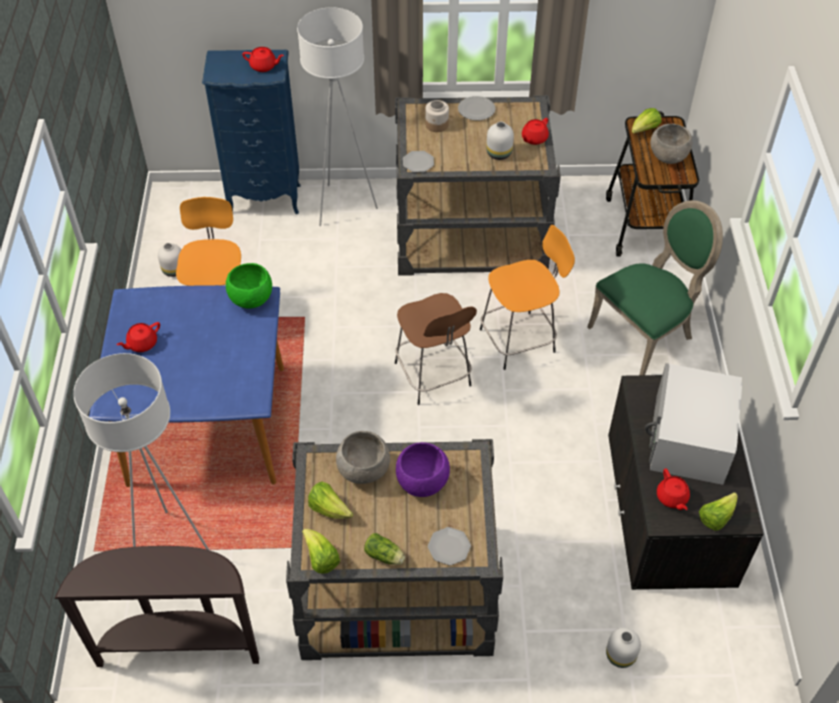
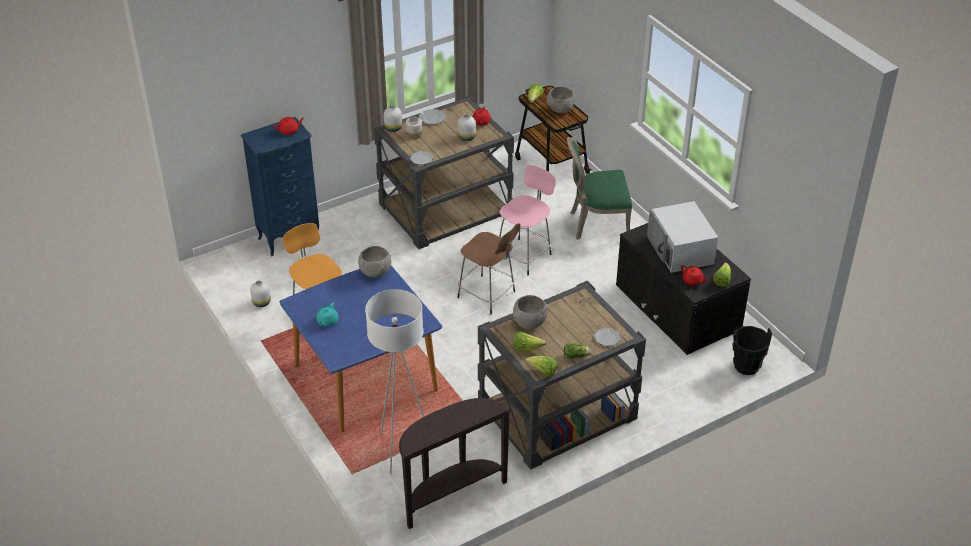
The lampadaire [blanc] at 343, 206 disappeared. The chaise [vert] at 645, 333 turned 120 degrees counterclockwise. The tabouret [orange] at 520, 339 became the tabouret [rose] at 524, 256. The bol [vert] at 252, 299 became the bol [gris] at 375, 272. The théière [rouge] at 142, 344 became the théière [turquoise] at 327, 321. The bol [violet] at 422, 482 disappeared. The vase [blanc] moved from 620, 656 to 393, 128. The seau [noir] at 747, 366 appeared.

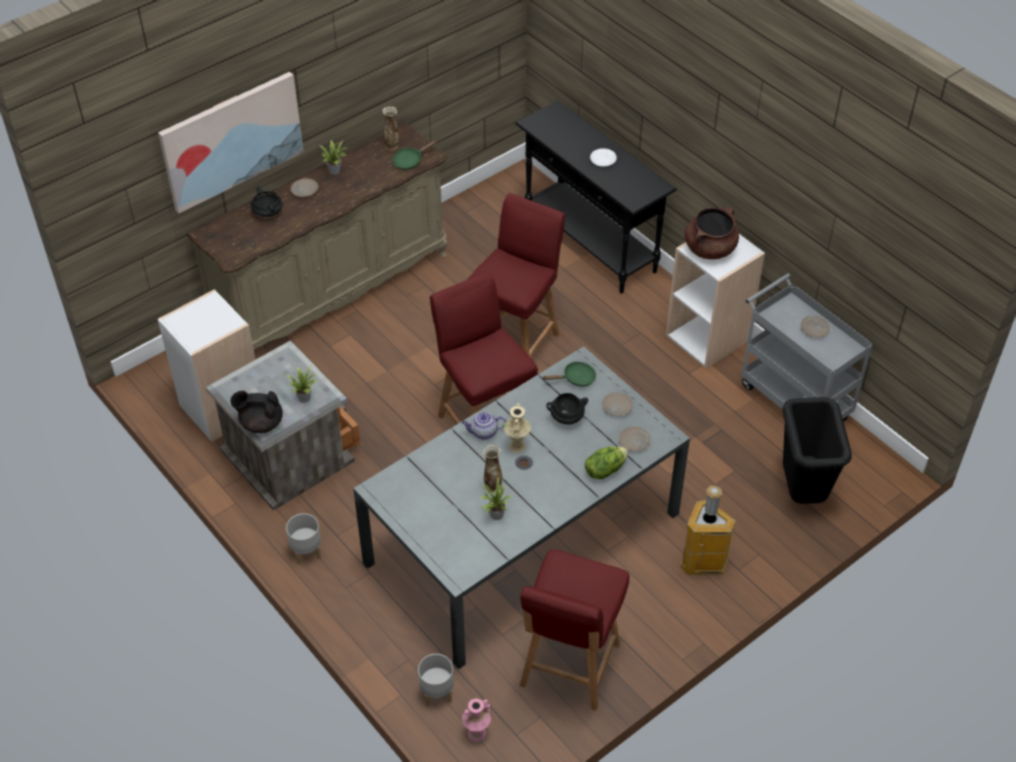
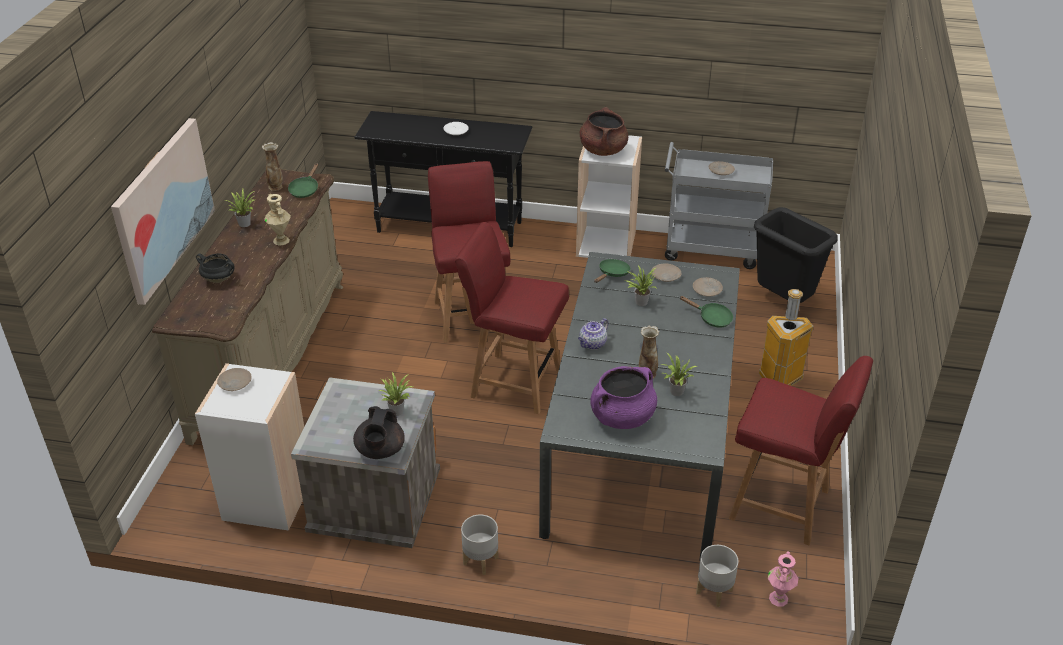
The assiette [beige] moved from 304, 191 to 235, 383. The théière [noir] at 261, 423 turned 45 degrees counterclockwise. The marmite [noir] at 566, 418 was replaced by the plante en pot at 640, 301. The vase [beige] moved from 517, 446 to 281, 240. The laitue at 604, 470 was replaced by the poêle [vert] at 711, 318. The chaise [rouge] at 569, 667 turned 45 degrees counterclockwise. The marmite [violet] at 622, 417 appeared.

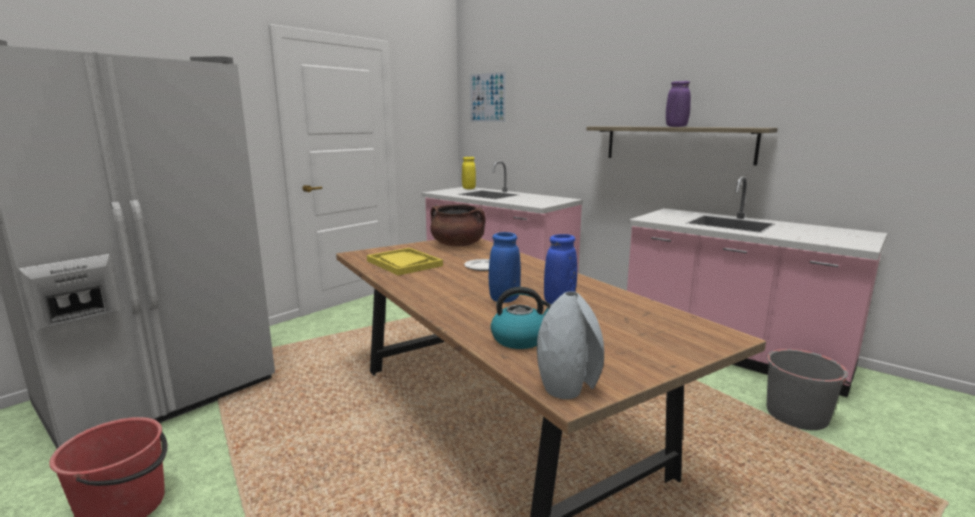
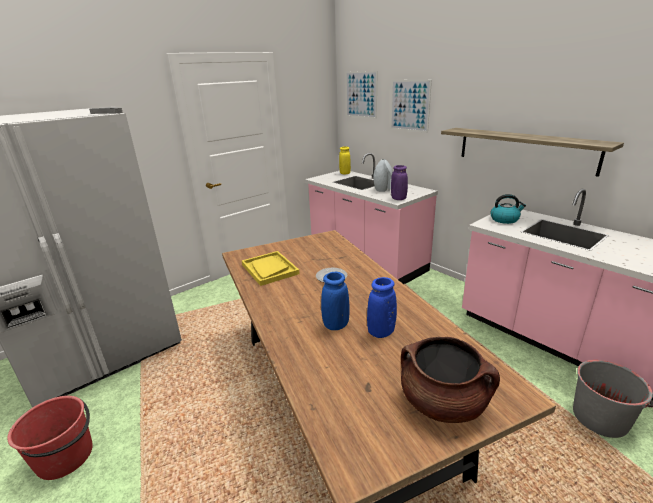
The vase [violet] moved from 676, 126 to 398, 199. The marmite [marron] moved from 458, 245 to 443, 403. The bouilloire moved from 520, 339 to 504, 219. The vase [gris] moved from 568, 387 to 383, 190. The tableau at 409, 105 appeared.

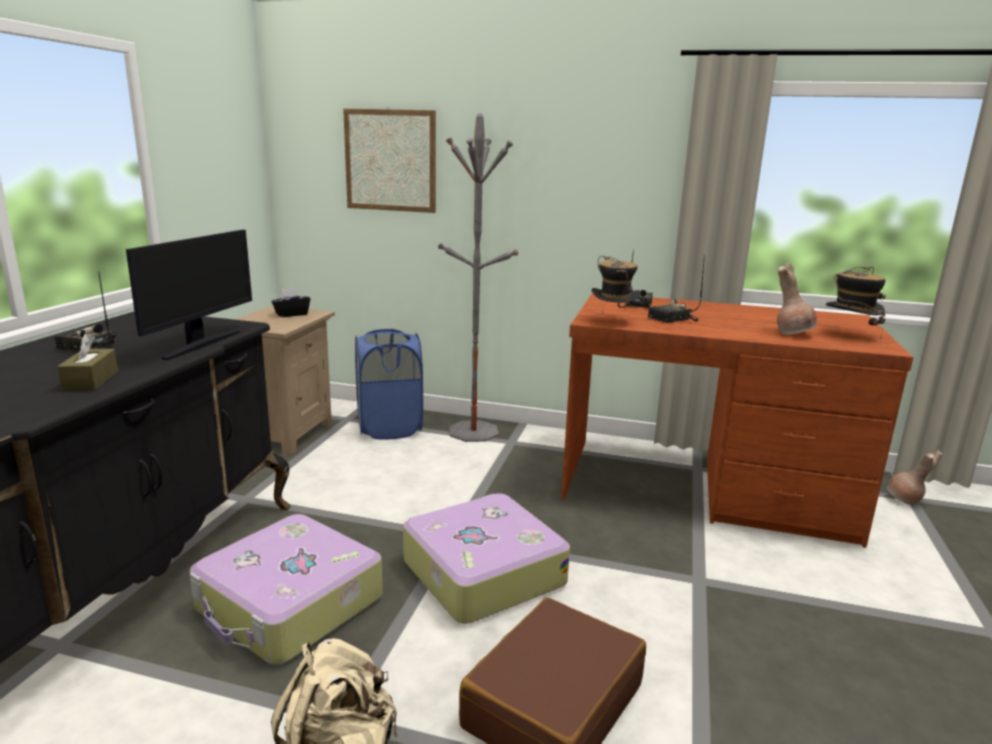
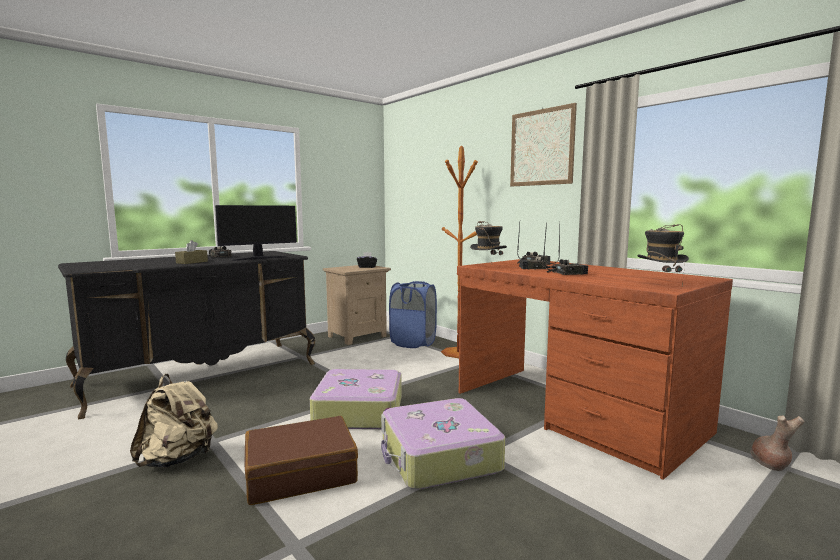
The tableau moved from 390, 159 to 542, 146. The portant [gris] at 473, 431 became the portant [orange] at 458, 352. The vase [marron] at 792, 333 disappeared. The valise moved from 289, 605 to 439, 457. The radio at 567, 273 appeared.

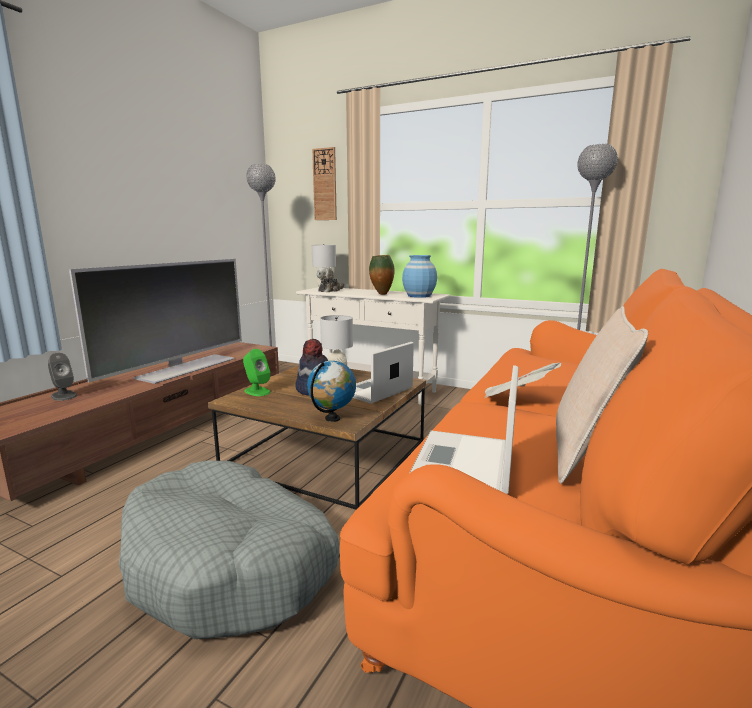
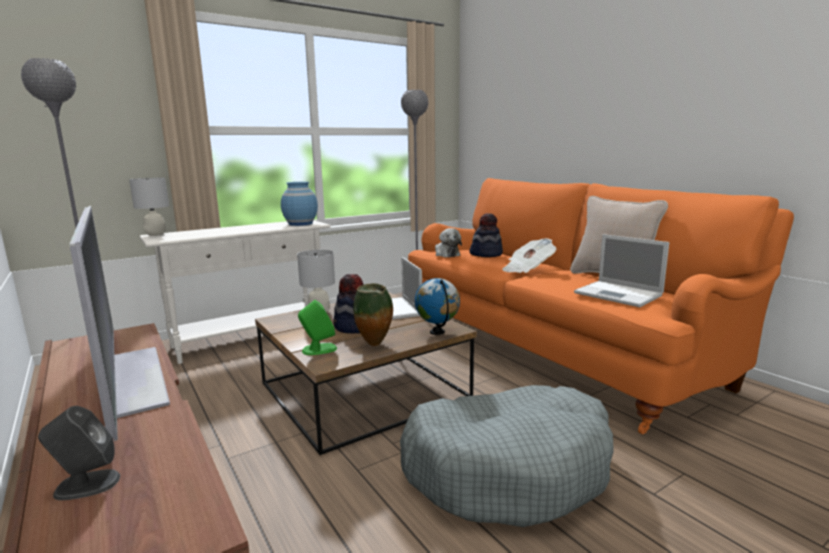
The horloge murale at 325, 184 disappeared. The vase moved from 381, 294 to 375, 345. The peluche moved from 330, 290 to 446, 254. The chapeau at 486, 254 appeared.

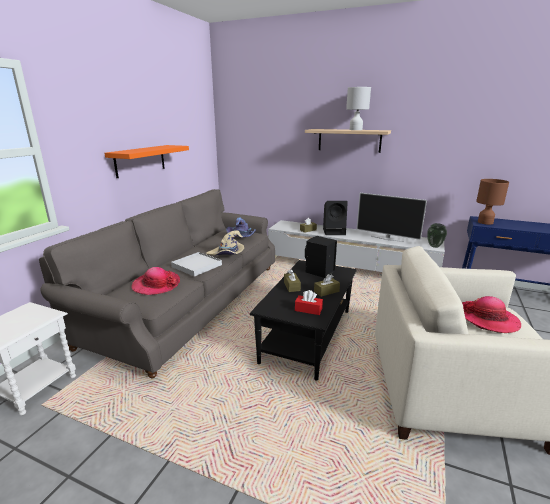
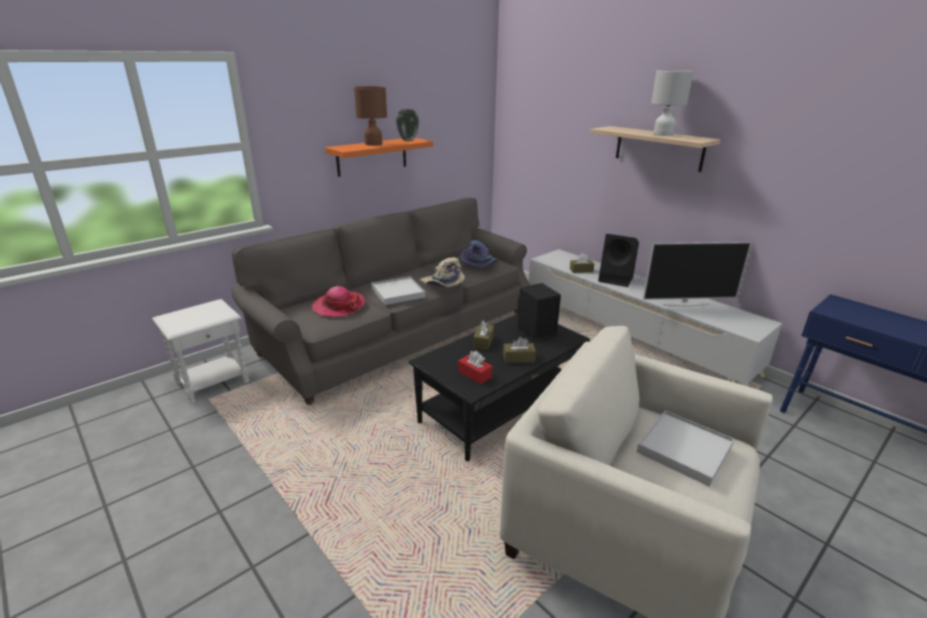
The lampe de table [marron] moved from 485, 222 to 373, 144. The téléviseur at 387, 238 turned 60 degrees counterclockwise. The vase moved from 434, 246 to 407, 140. The chapeau at 487, 318 was replaced by the plateau [blanc] at 684, 450.

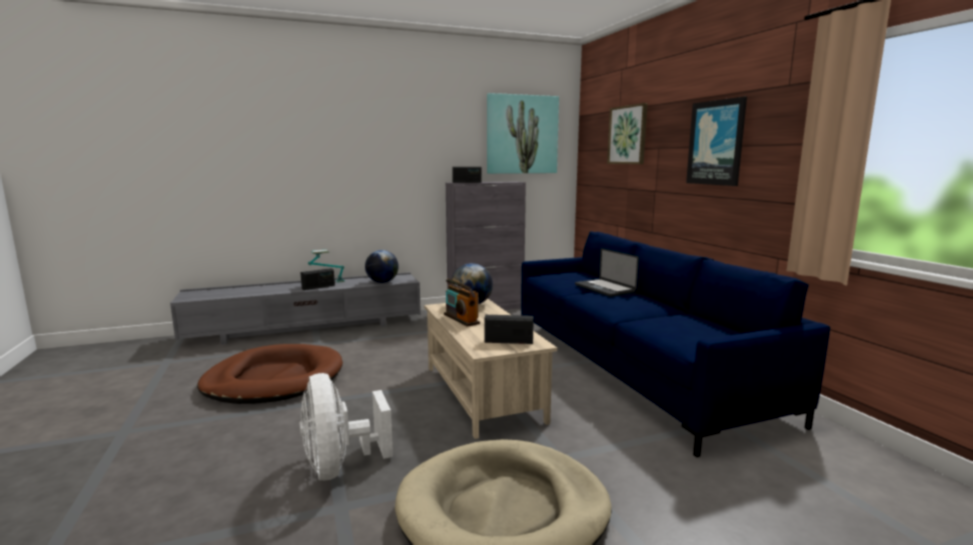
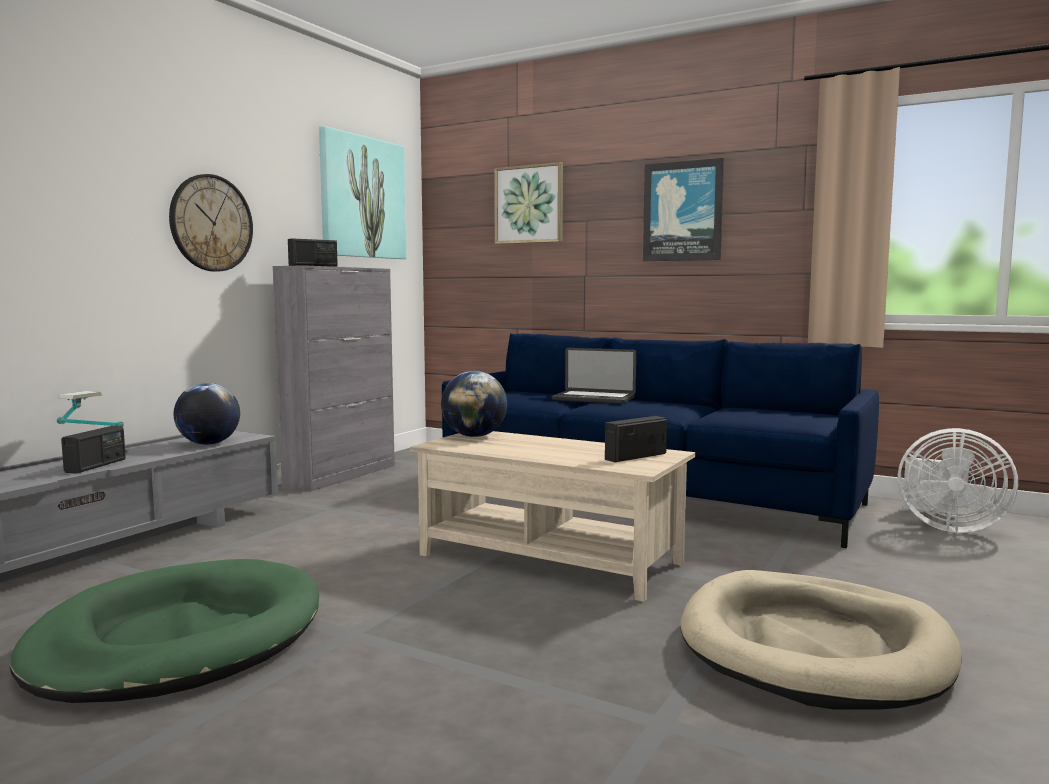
The radio at 461, 319 disappeared. The panier pour chien [marron] at 274, 380 became the panier pour chien [vert] at 178, 639. The ventilateur [blanc] moved from 340, 466 to 947, 527. The horloge murale at 211, 223 appeared.

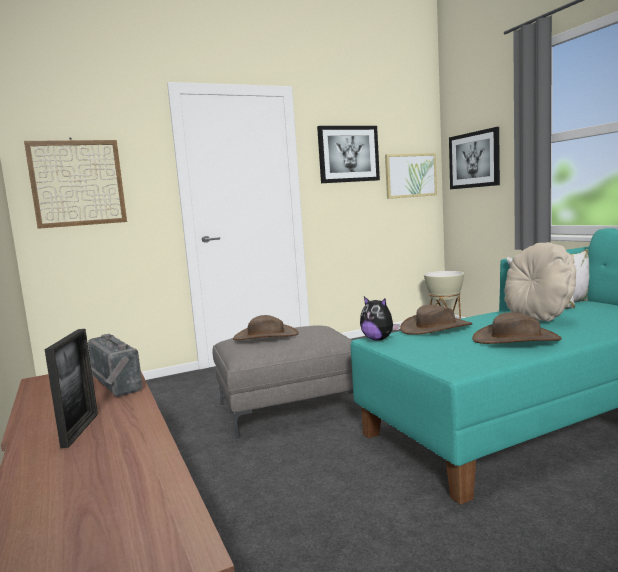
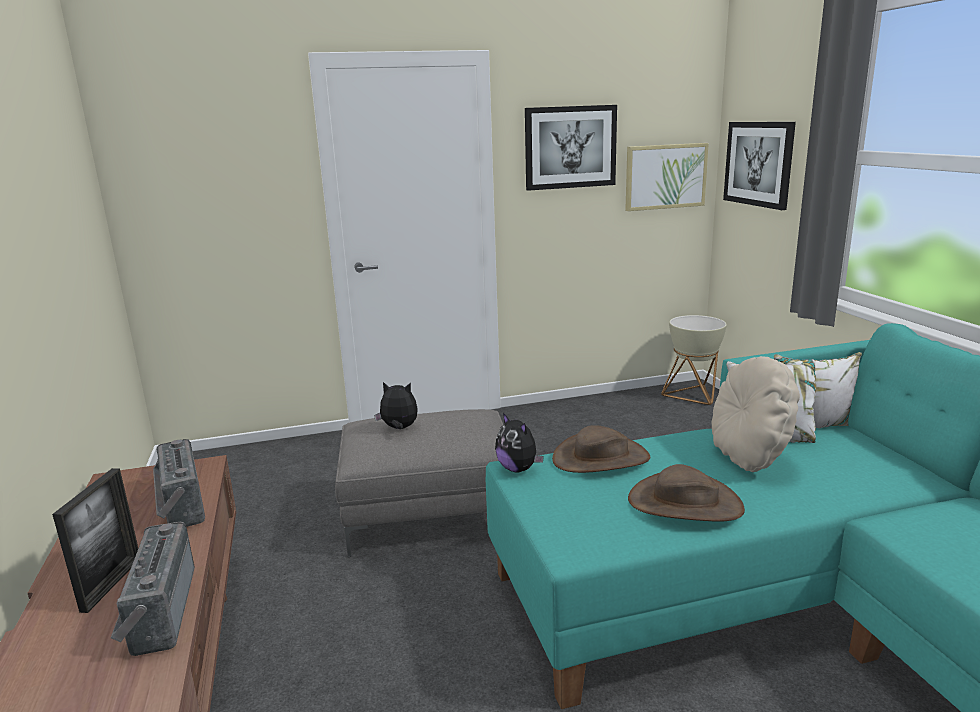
The tableau at 77, 181 disappeared. The chapeau [marron] at 265, 336 was replaced by the peluche at 399, 428. The radio at 157, 611 appeared.

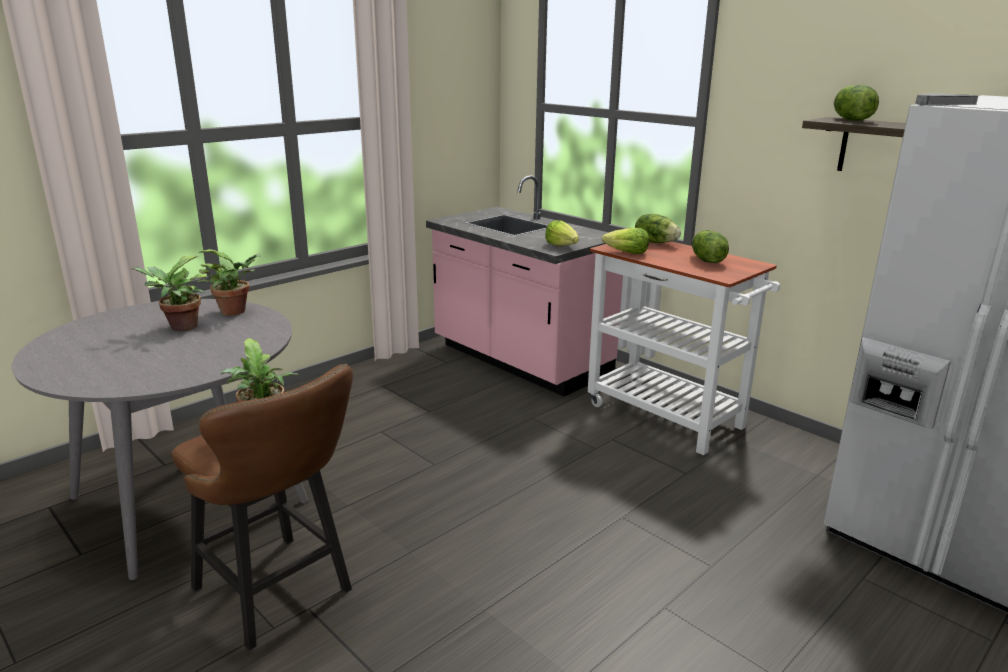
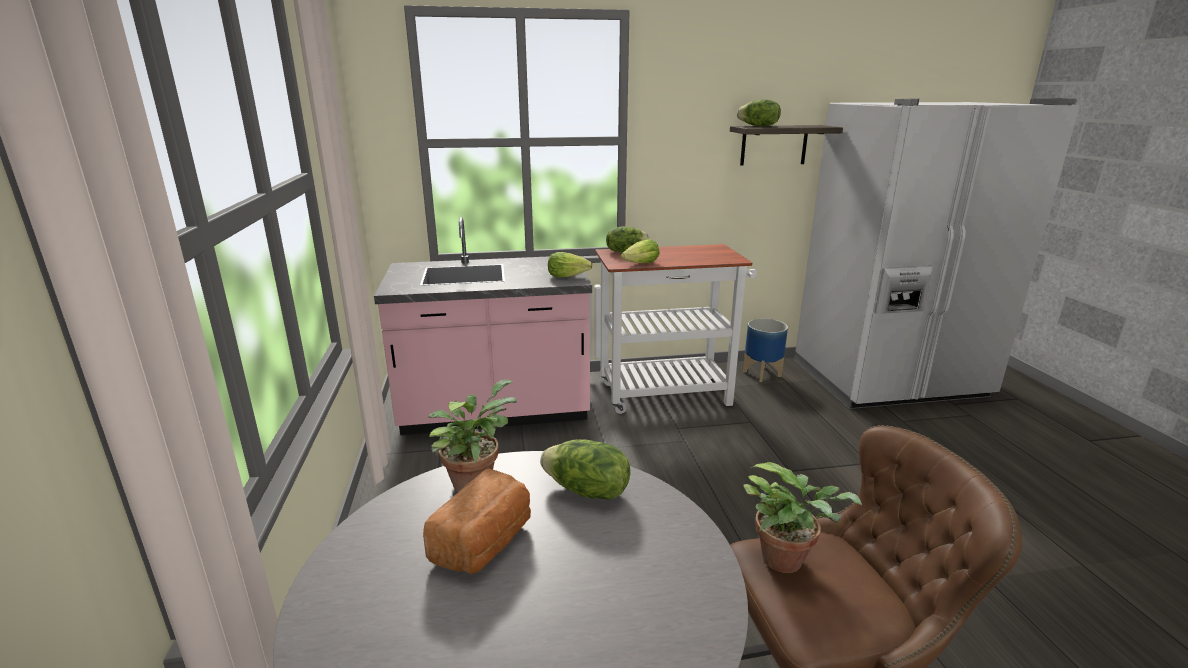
The laitue moved from 706, 260 to 587, 491. The plante en pot at 180, 327 was replaced by the pain at 485, 543. The cache-pot at 762, 374 appeared.

